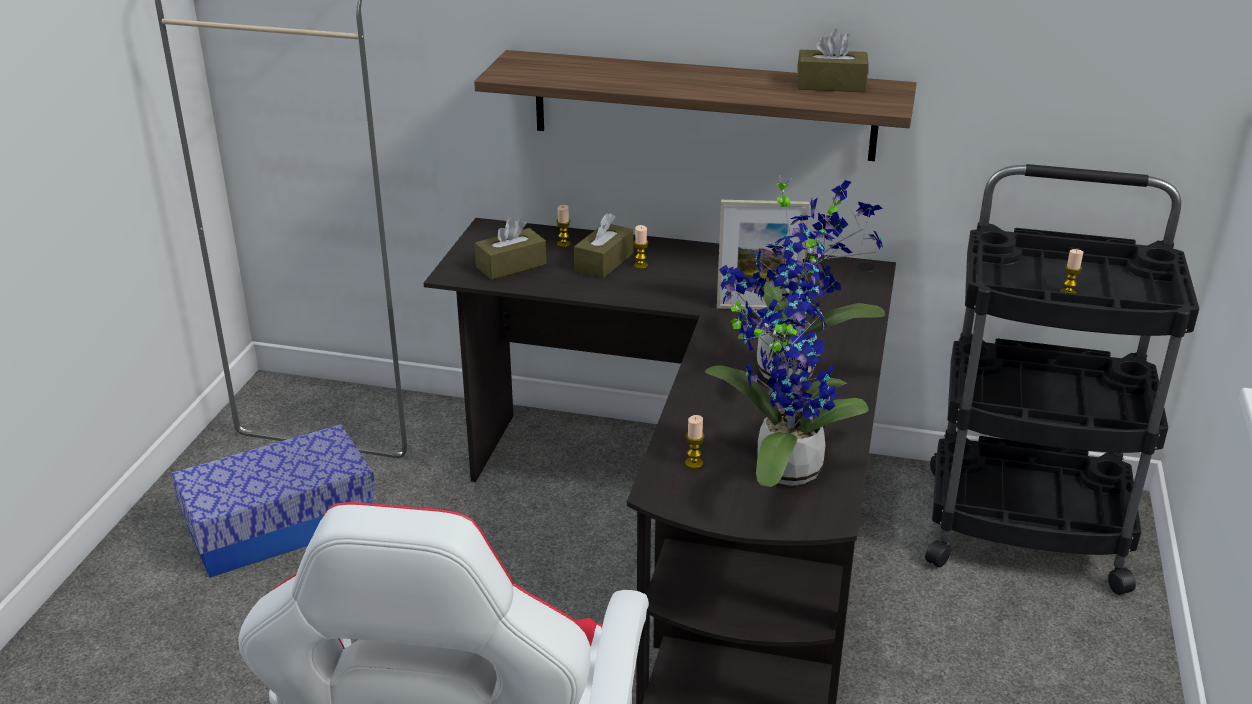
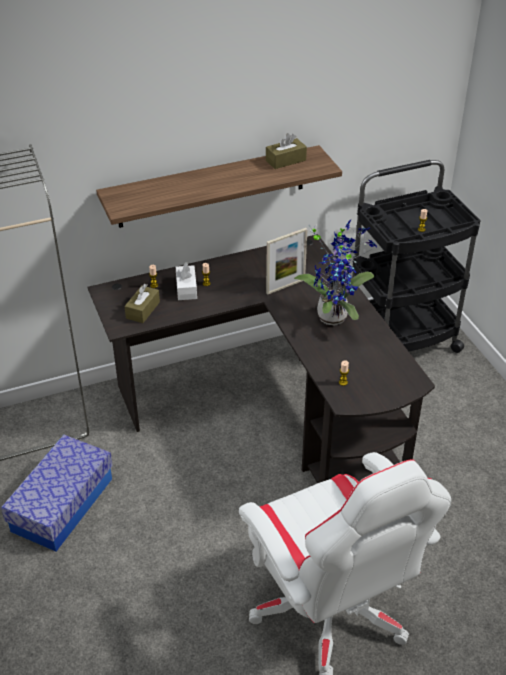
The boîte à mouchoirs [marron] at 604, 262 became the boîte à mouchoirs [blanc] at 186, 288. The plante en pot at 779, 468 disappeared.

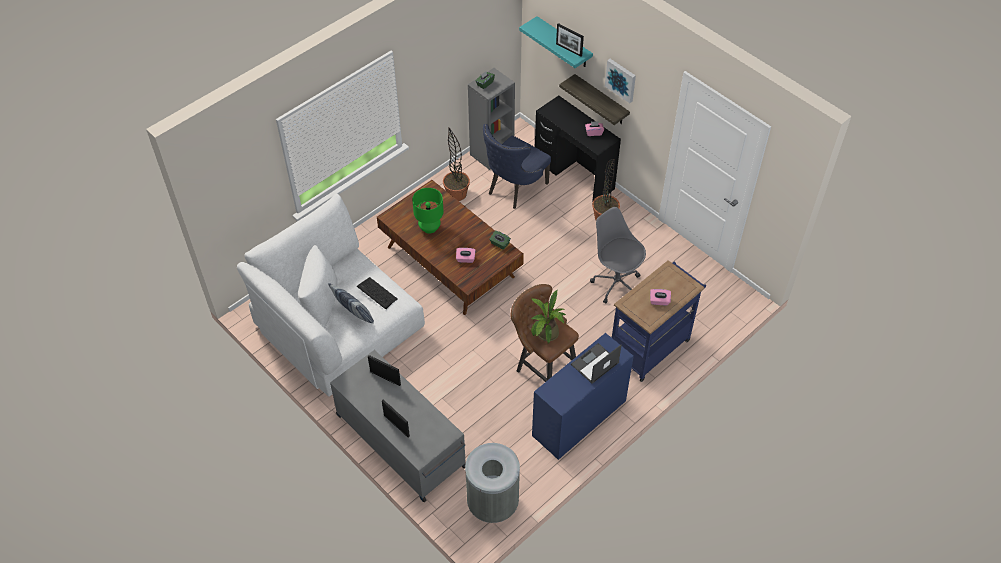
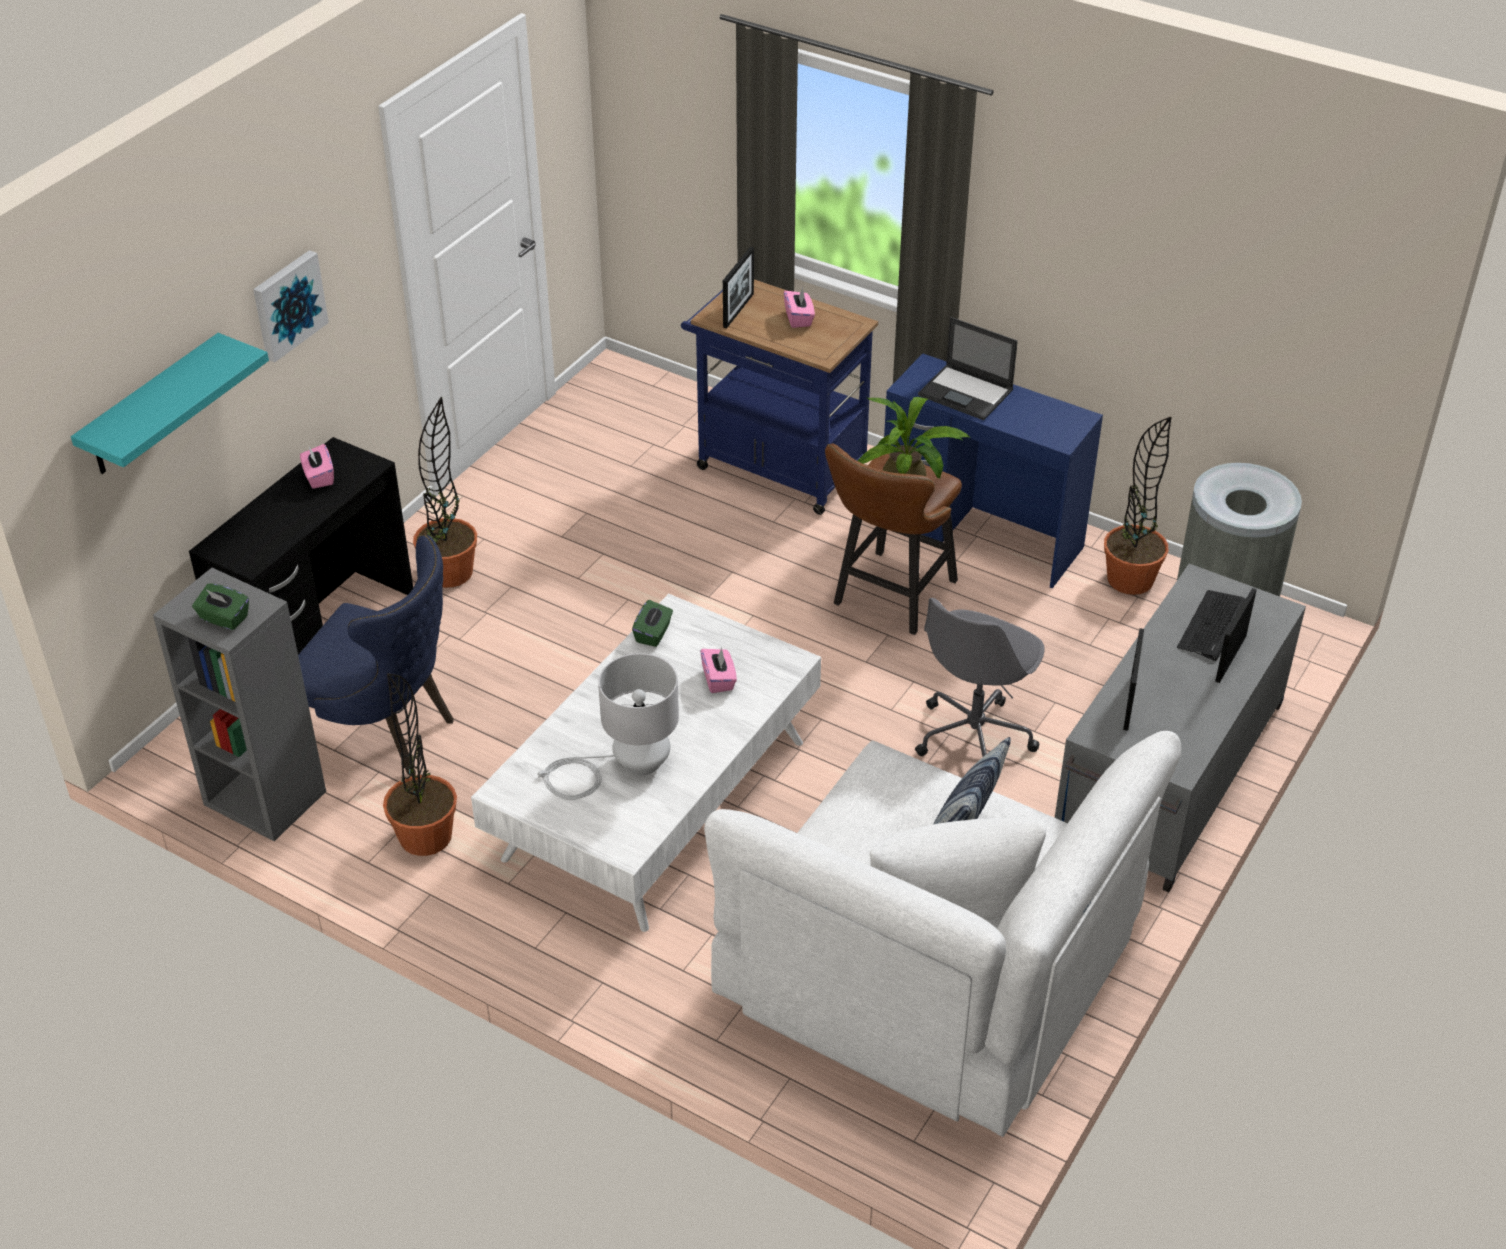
The cadre photo moved from 569, 50 to 738, 310. The étagère at 601, 100 disappeared. The table basse [marron] at 451, 261 became the table basse [blanc] at 654, 798. The lampe de table [vert] at 429, 220 became the lampe de table [blanc] at 615, 768. The chaise de bureau [gris] moved from 615, 284 to 972, 740. The clavier moved from 377, 293 to 1212, 625. The plante en pot at 1130, 579 appeared.

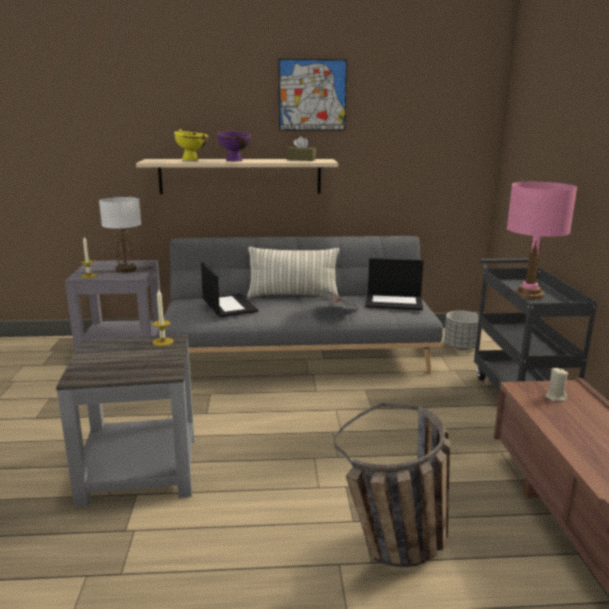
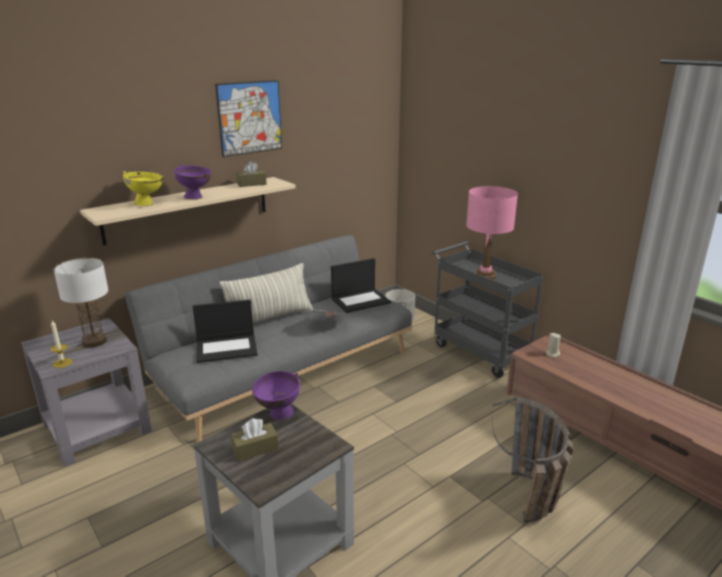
The ordinateur portable at 228, 306 turned 135 degrees clockwise. The bougie at 163, 342 was replaced by the bol [violet] at 277, 416. The boîte à mouchoirs [marron] at 255, 449 appeared.

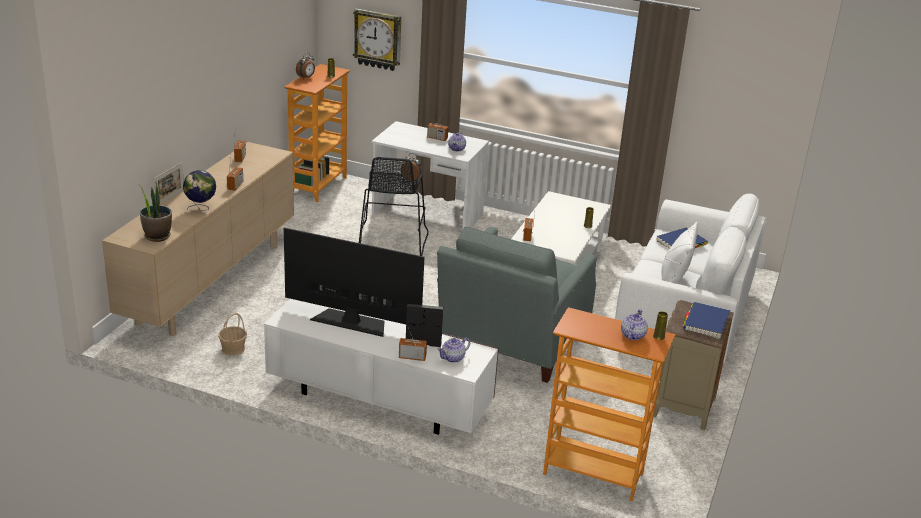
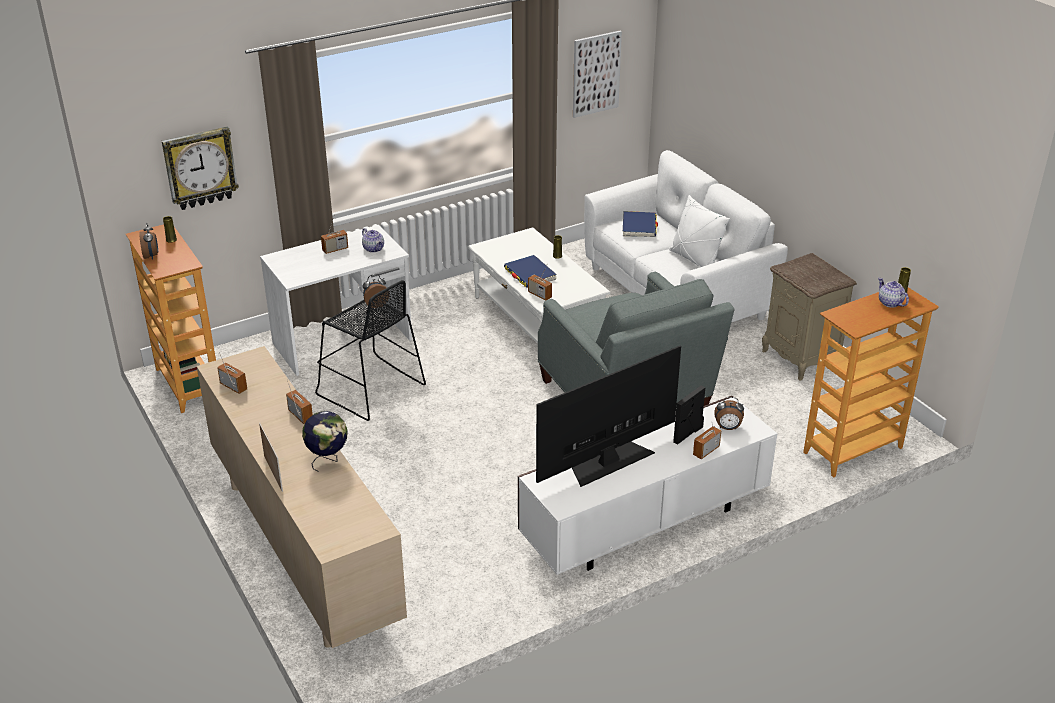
The plante en pot at 157, 236 disappeared. The livre [bleu] moved from 706, 322 to 530, 274. The panier at 233, 349 disappeared. The théière at 453, 358 was replaced by the réveil at 727, 428. The tableau at 596, 74 appeared.

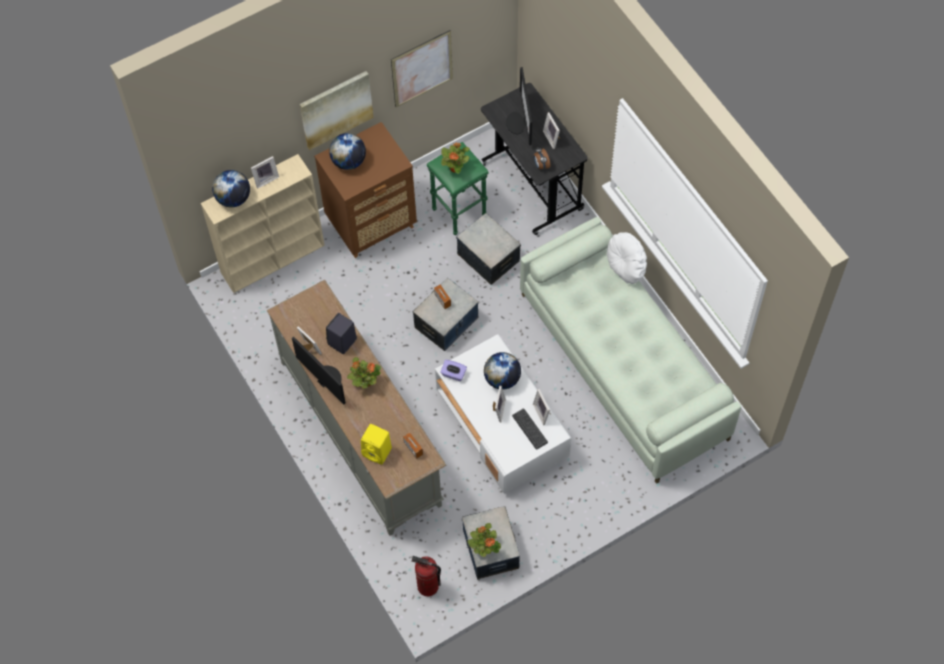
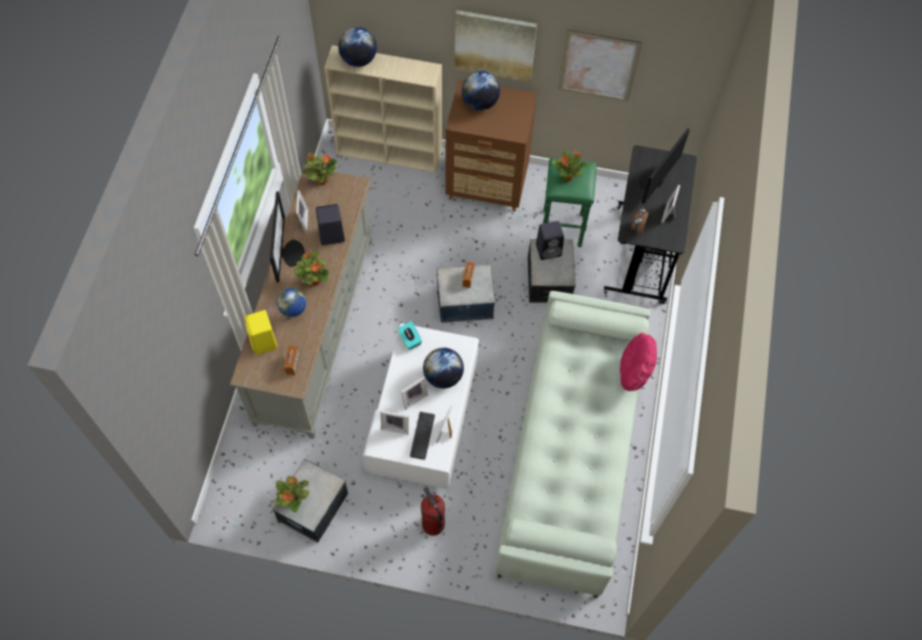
The cadre photo moved from 265, 179 to 395, 426. The coussin [blanc] at 625, 269 became the coussin [rose] at 633, 373. The boîte à mouchoirs [violet] at 453, 374 became the boîte à mouchoirs [turquoise] at 410, 340. The extincteur moved from 428, 586 to 433, 524. The plante en pot at 321, 180 appeared. The enceinte [noir] at 549, 249 appeared. The globe at 295, 316 appeared.

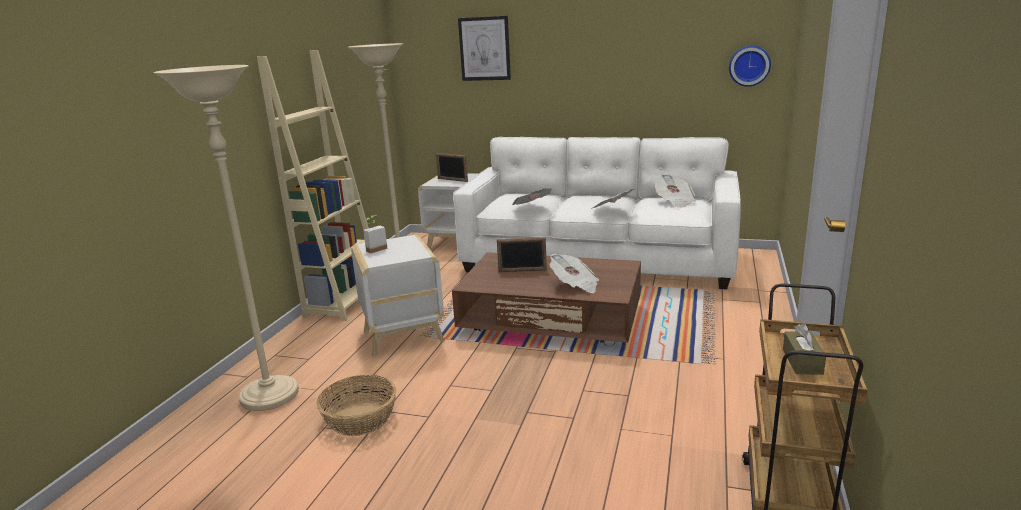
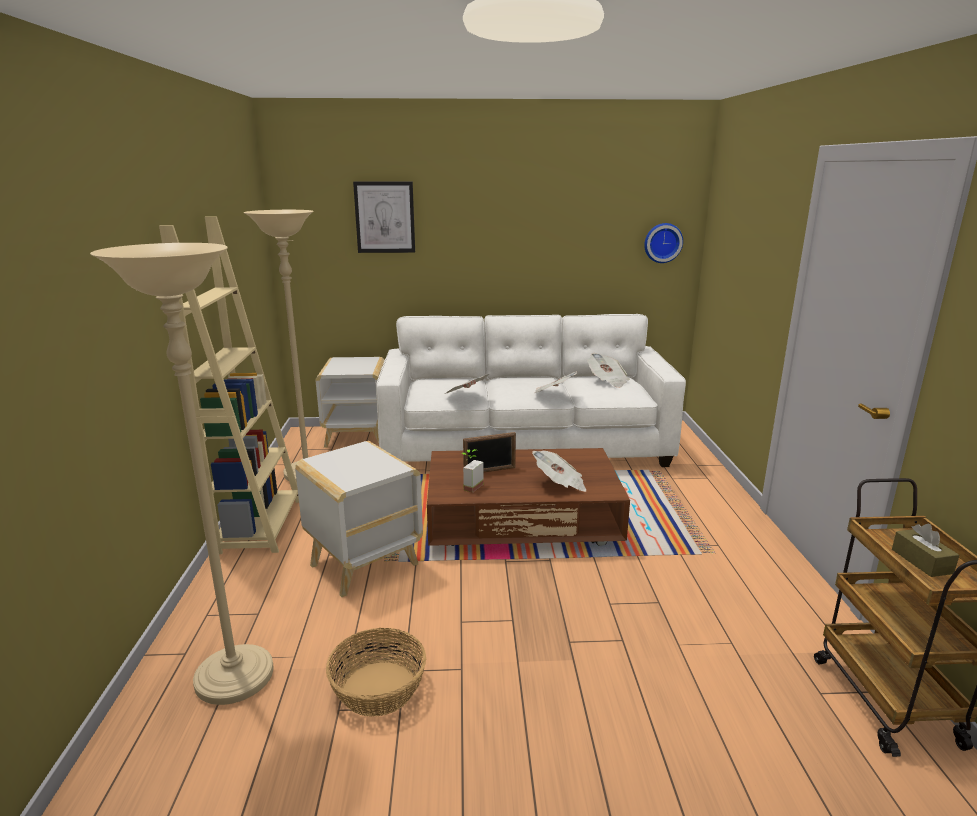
The cadre photo at 452, 180 disappeared. The plante en pot moved from 374, 249 to 469, 486.

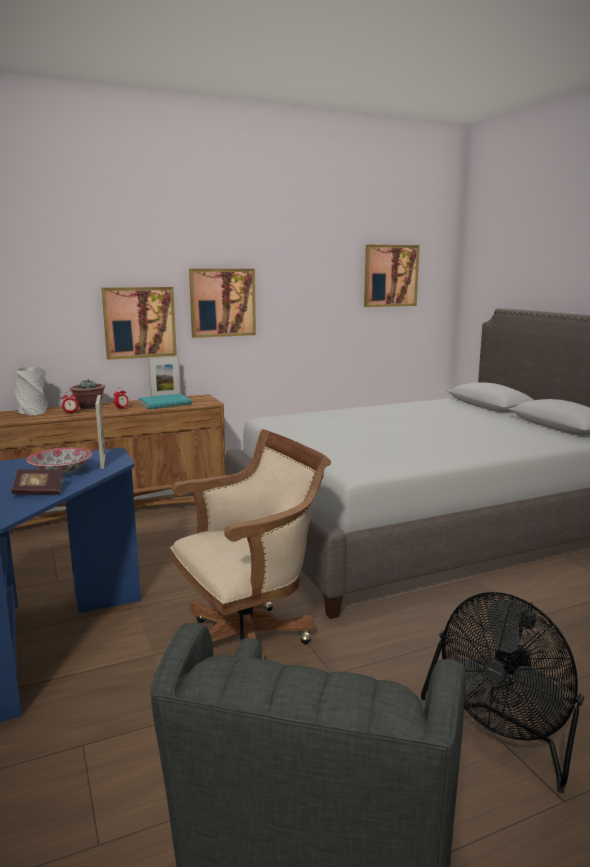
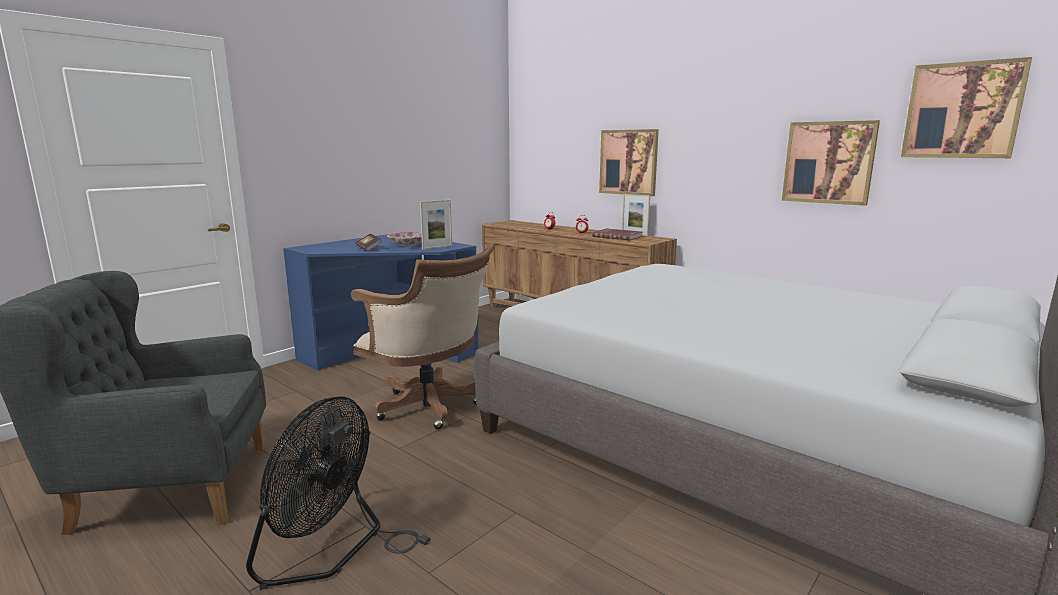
The tableau moved from 222, 302 to 828, 162. The vase [gris] at 33, 412 disappeared. The plante en pot at 89, 407 disappeared. The livre [turquoise] at 164, 403 became the livre [rouge] at 617, 236.

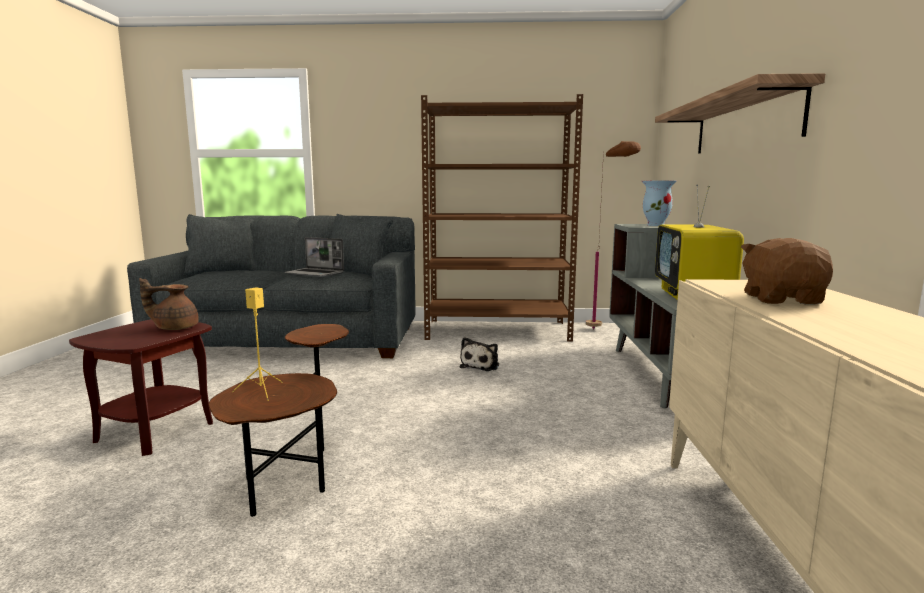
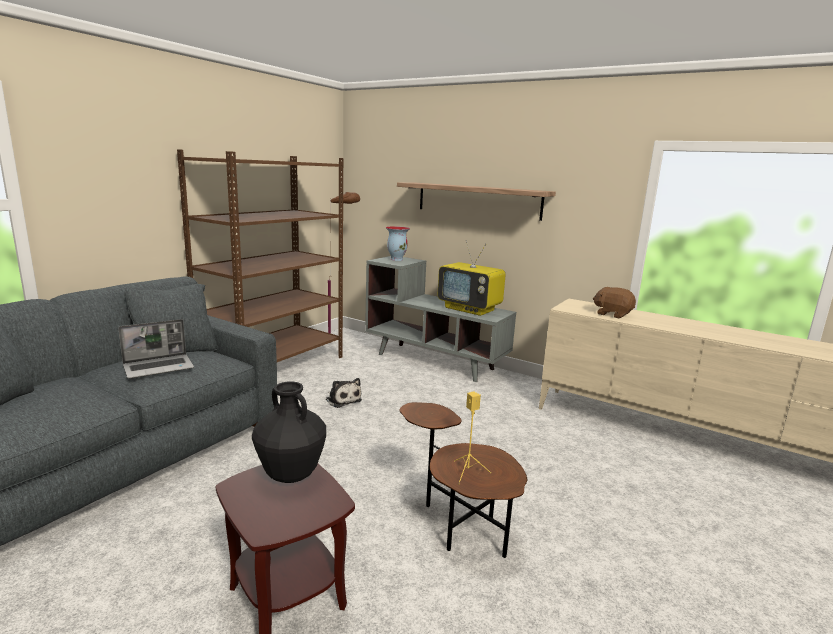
The théière [marron] at 175, 328 was replaced by the vase [noir] at 290, 475.

